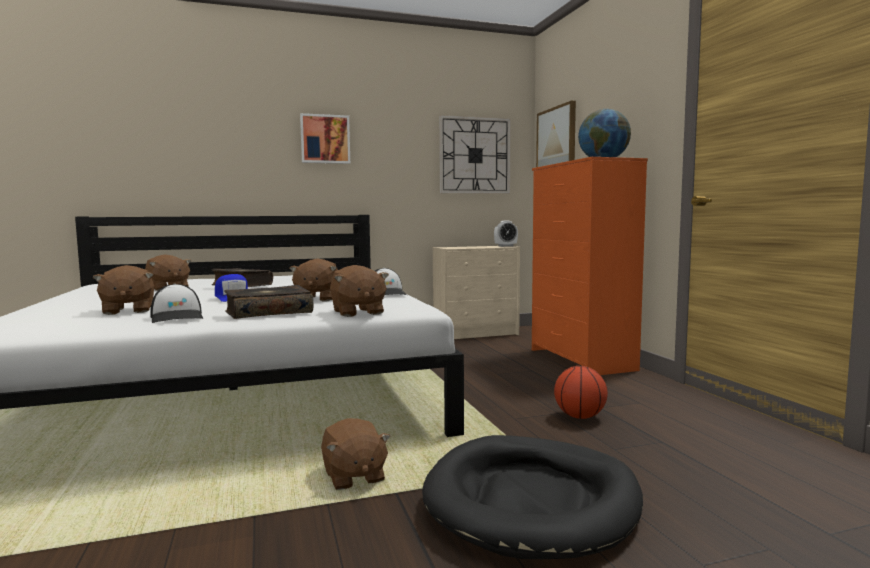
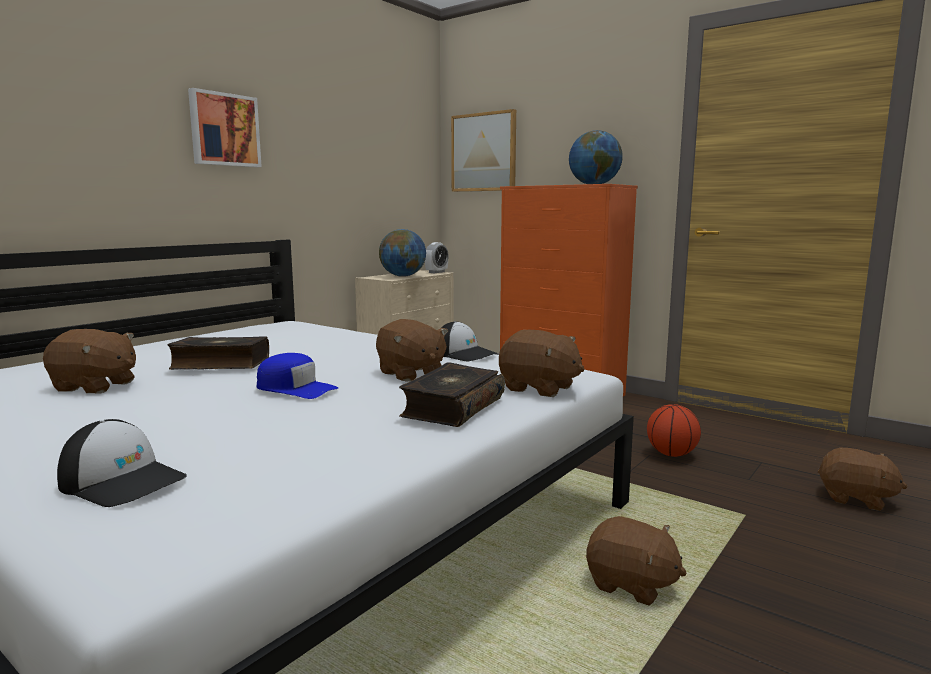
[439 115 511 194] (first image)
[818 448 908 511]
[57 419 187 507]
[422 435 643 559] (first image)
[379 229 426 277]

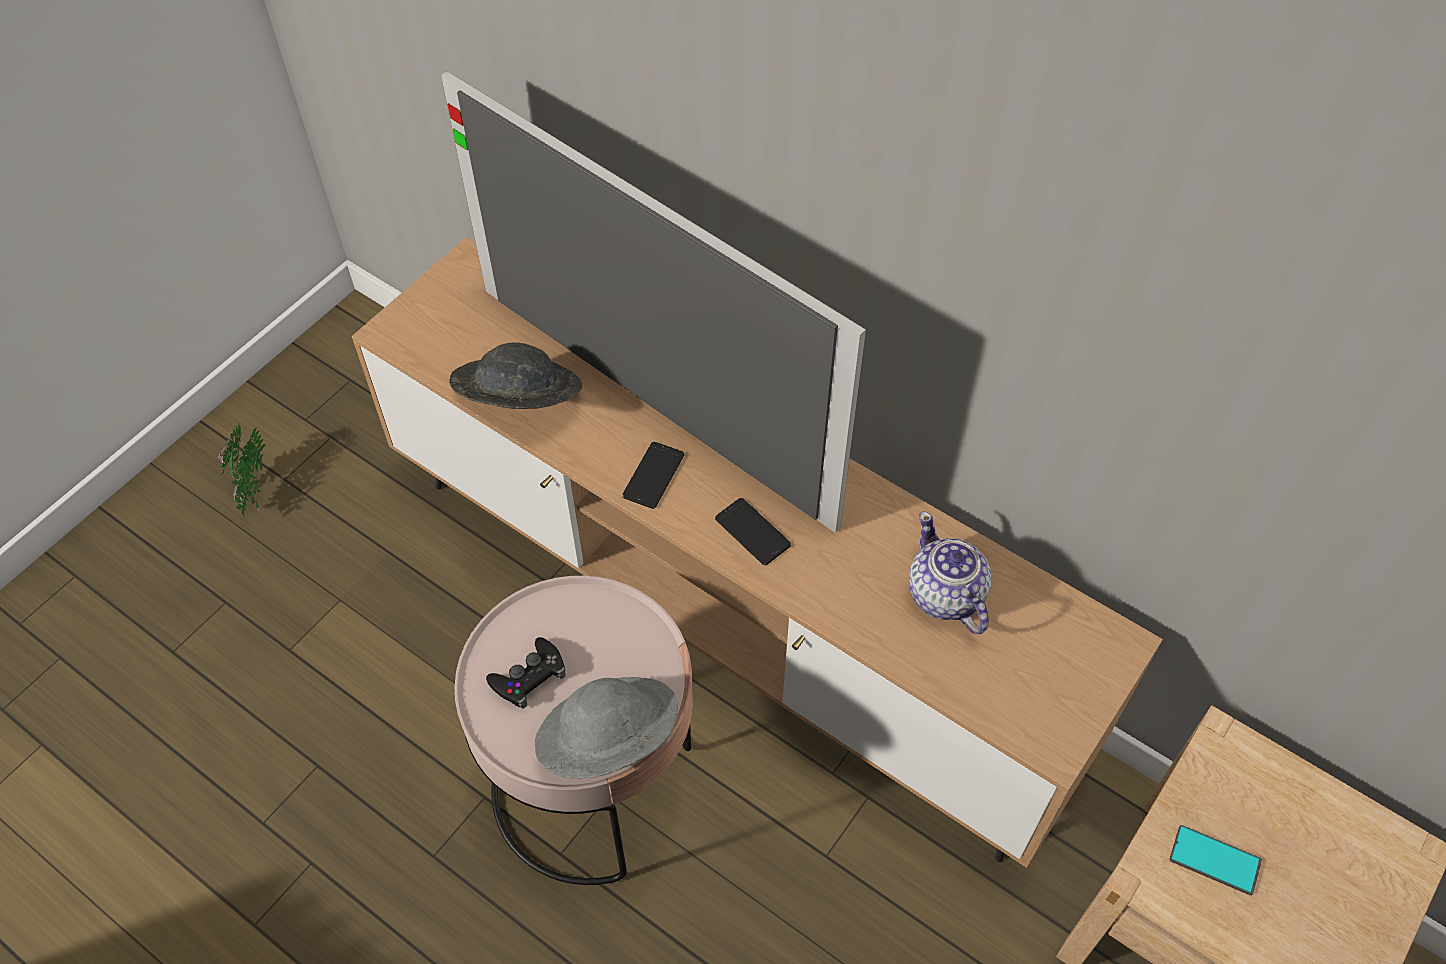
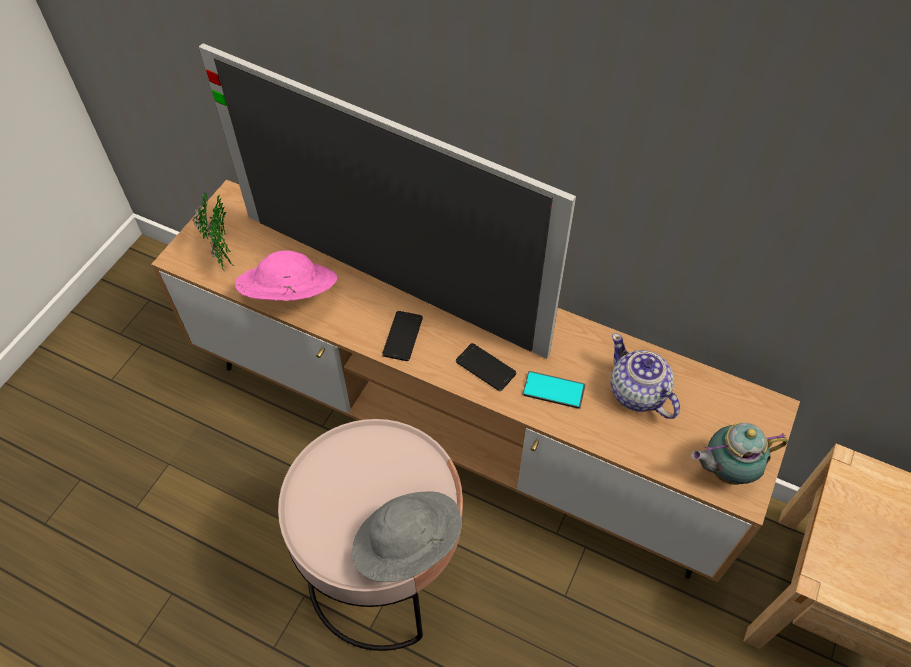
[235 250 337 301]
[193 193 234 271]
[486 637 566 709] (first image)
[523 371 585 409]
[691 422 788 485]

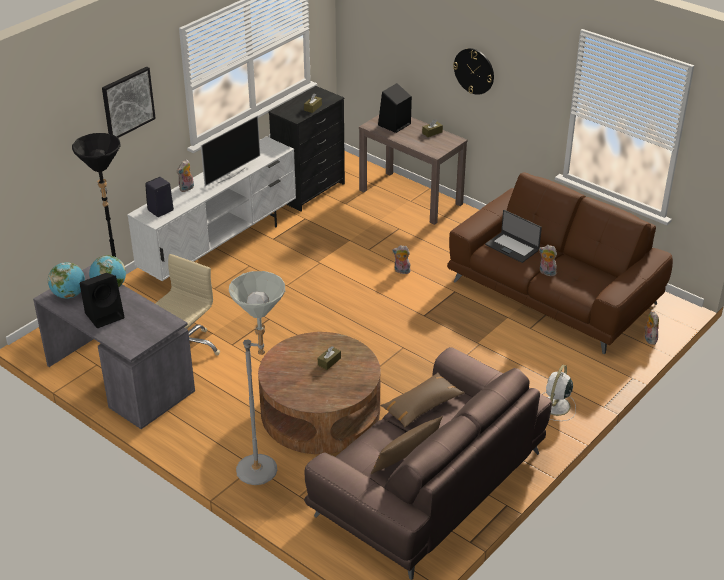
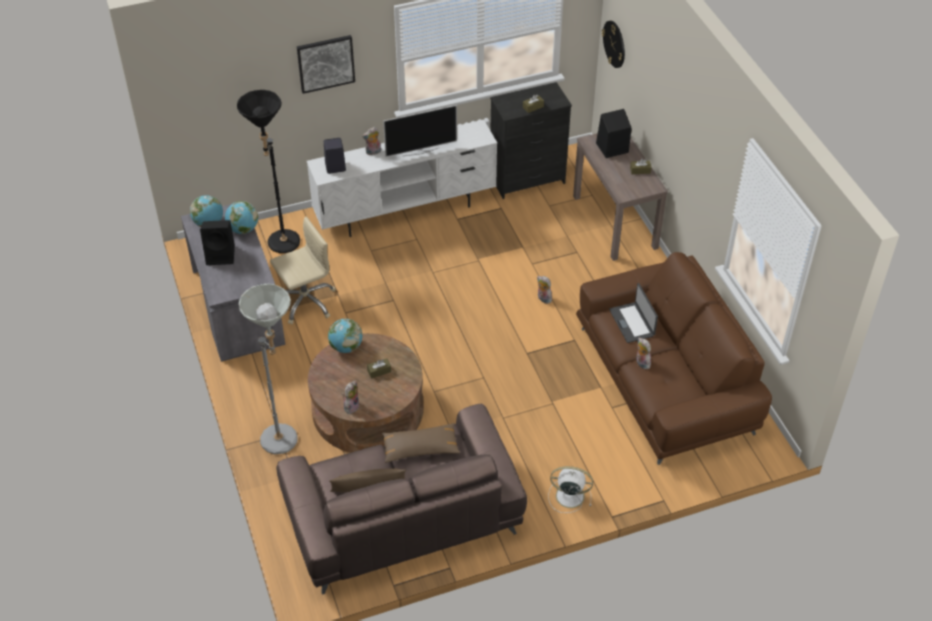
[602 20 625 68]
[342 381 360 414]
[548 466 593 513]
[328 319 362 353]

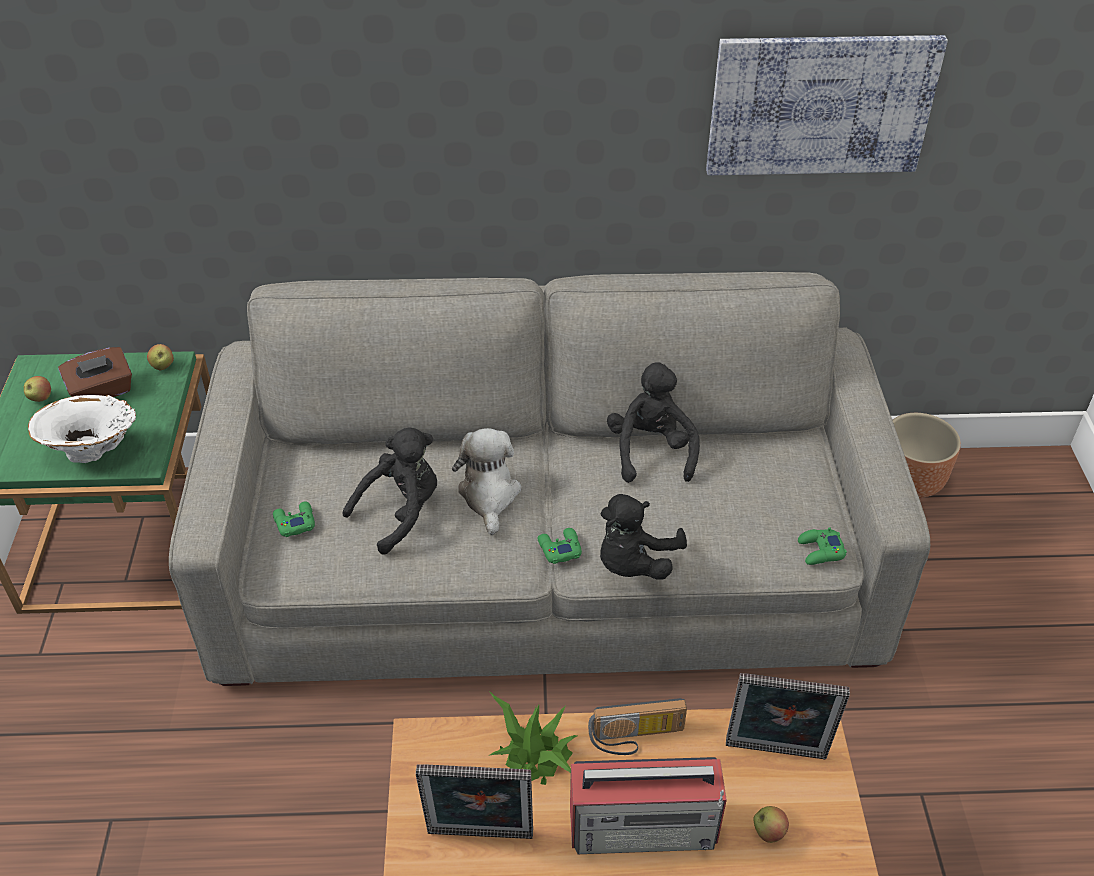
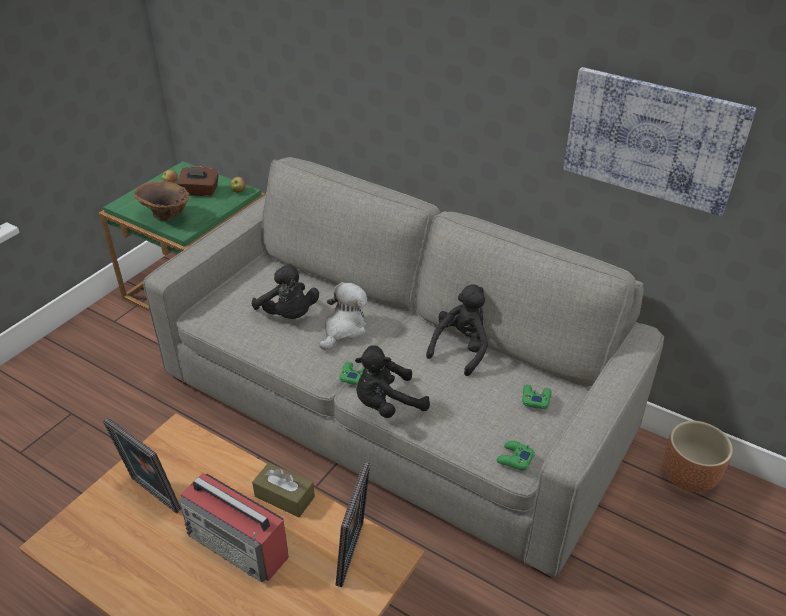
[133 181 189 221]
[252 264 319 319]
[522 385 552 409]
[336 462 371 587]
[488 691 577 785] (first image)
[252 462 315 517]
[753 806 789 843] (first image)

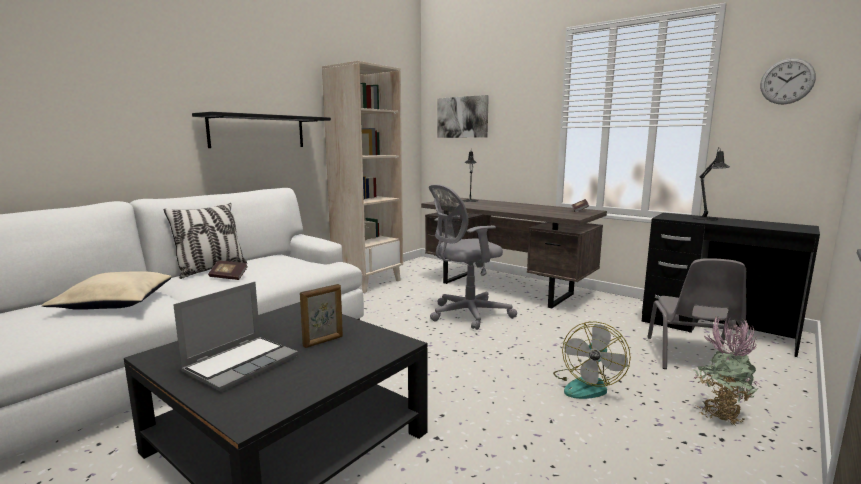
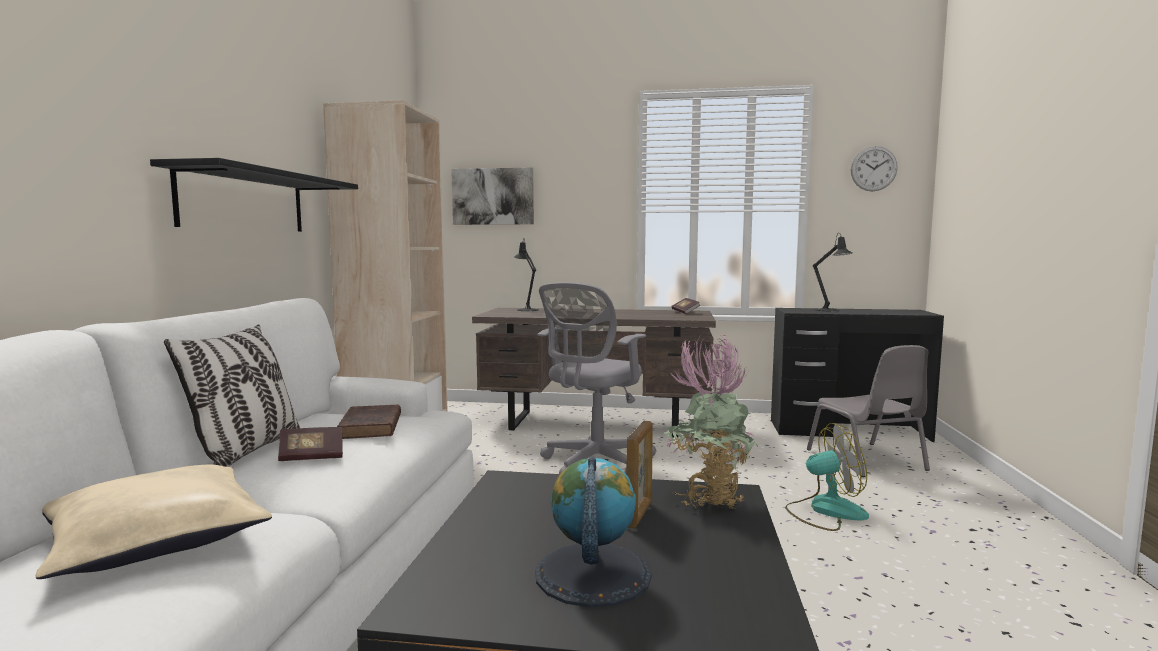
[535 456 652 607]
[664 335 757 509]
[785 423 869 531]
[337 404 401 439]

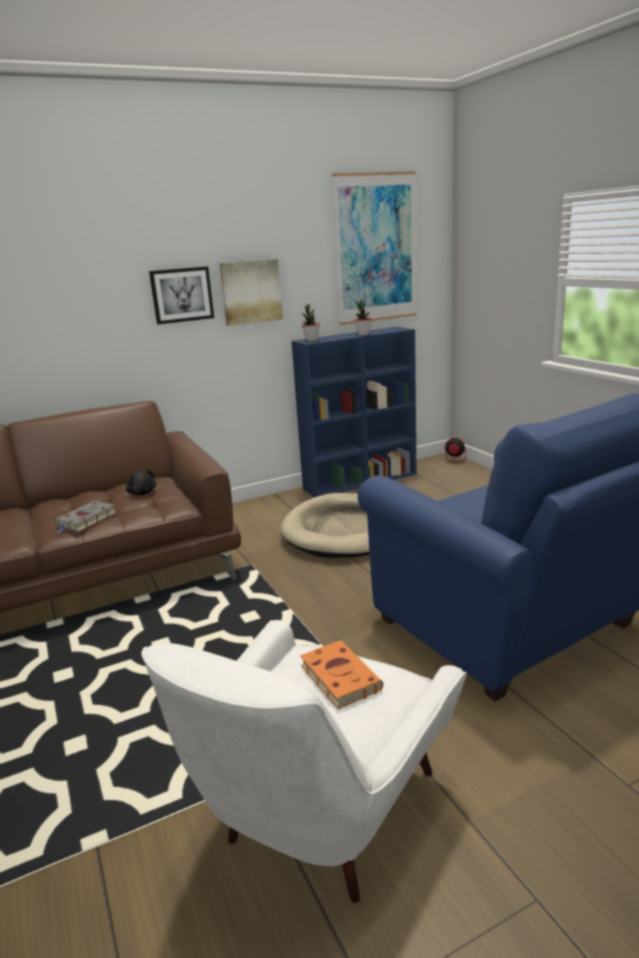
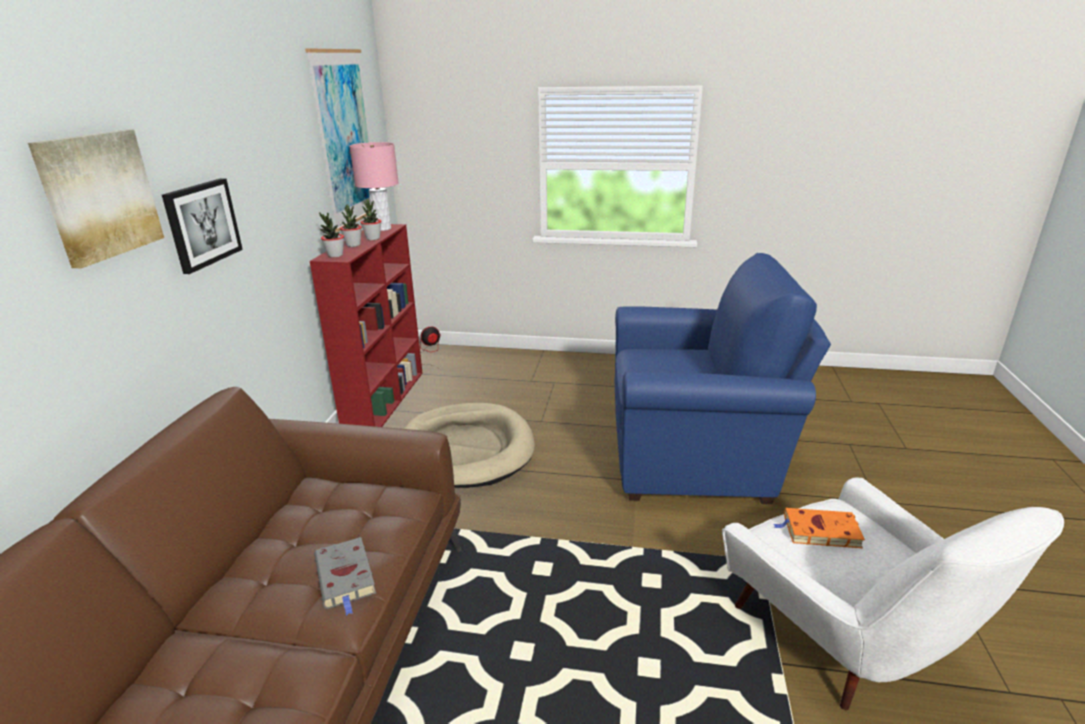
[28 129 164 268]
[310 224 422 427]
[126 470 156 495] (first image)
[349 142 399 231]
[340 204 362 247]

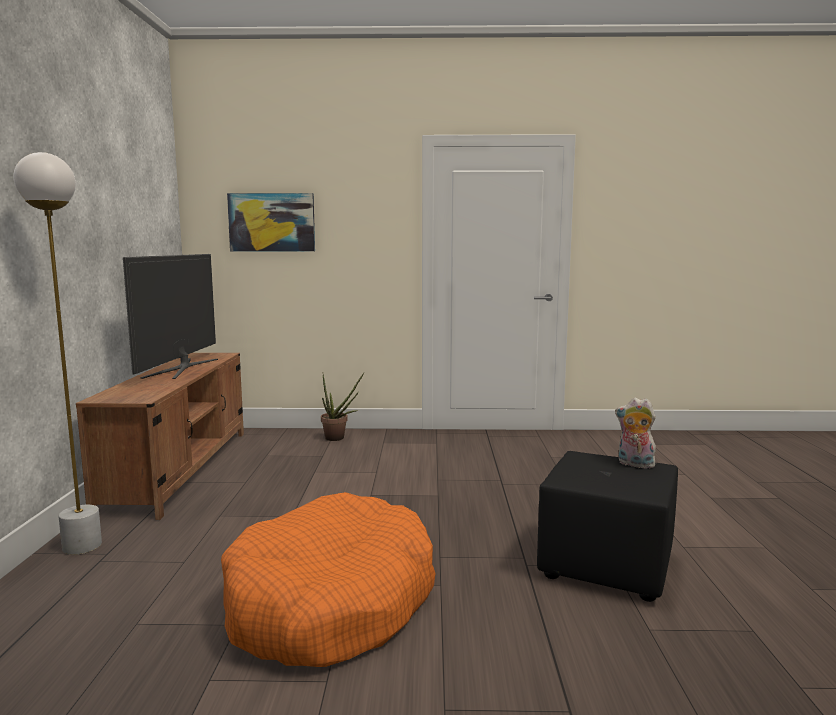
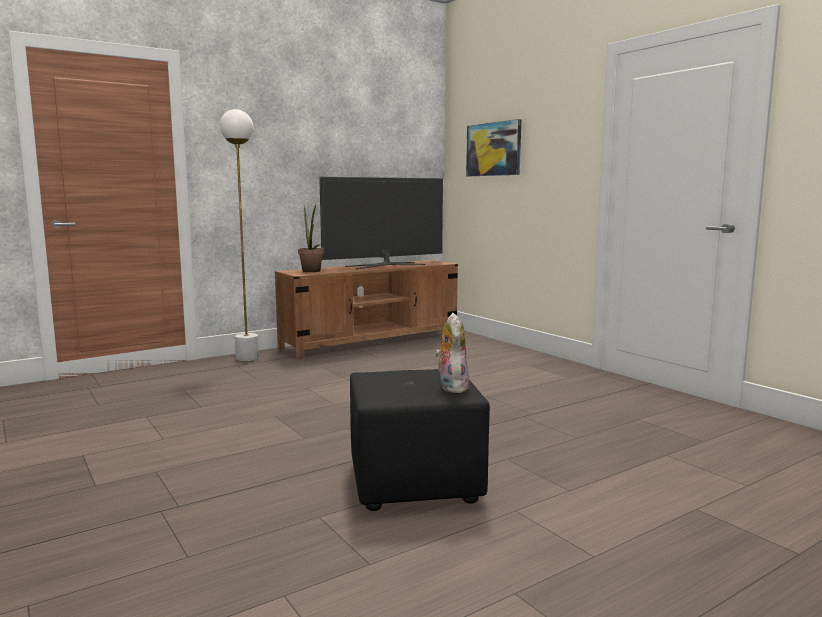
[298 205 324 272]
[221 492 435 667] (first image)

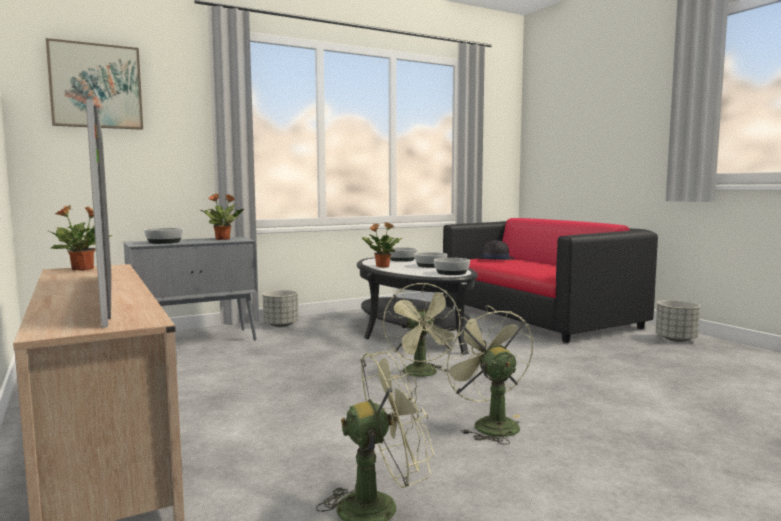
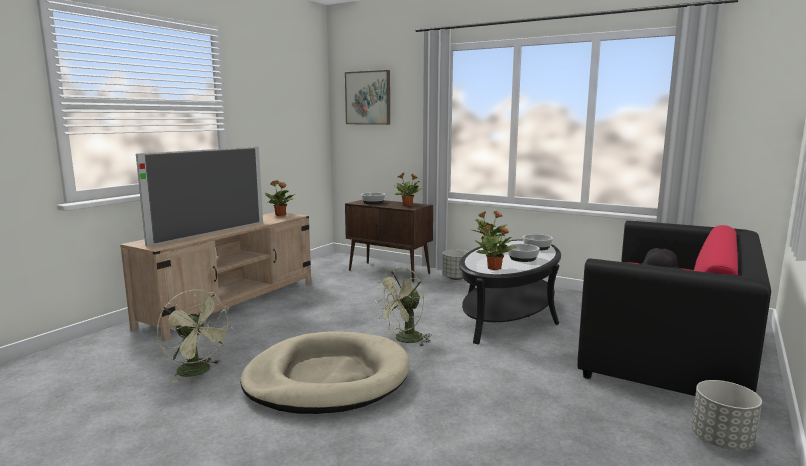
[345 200 433 282]
[474 224 516 270]
[240 331 410 414]

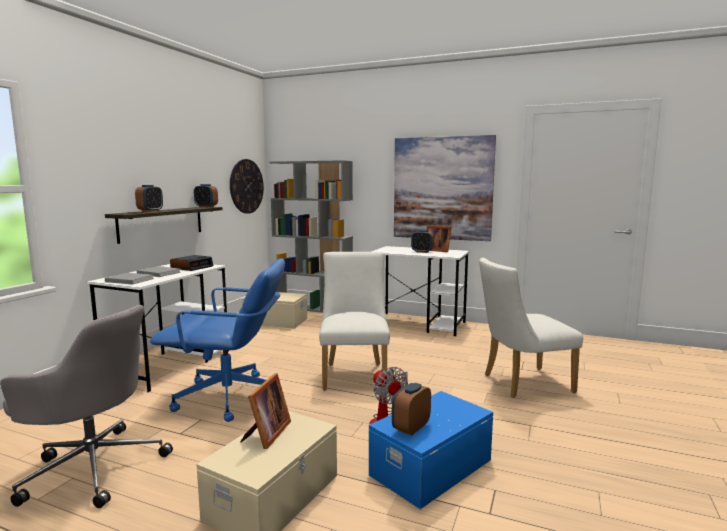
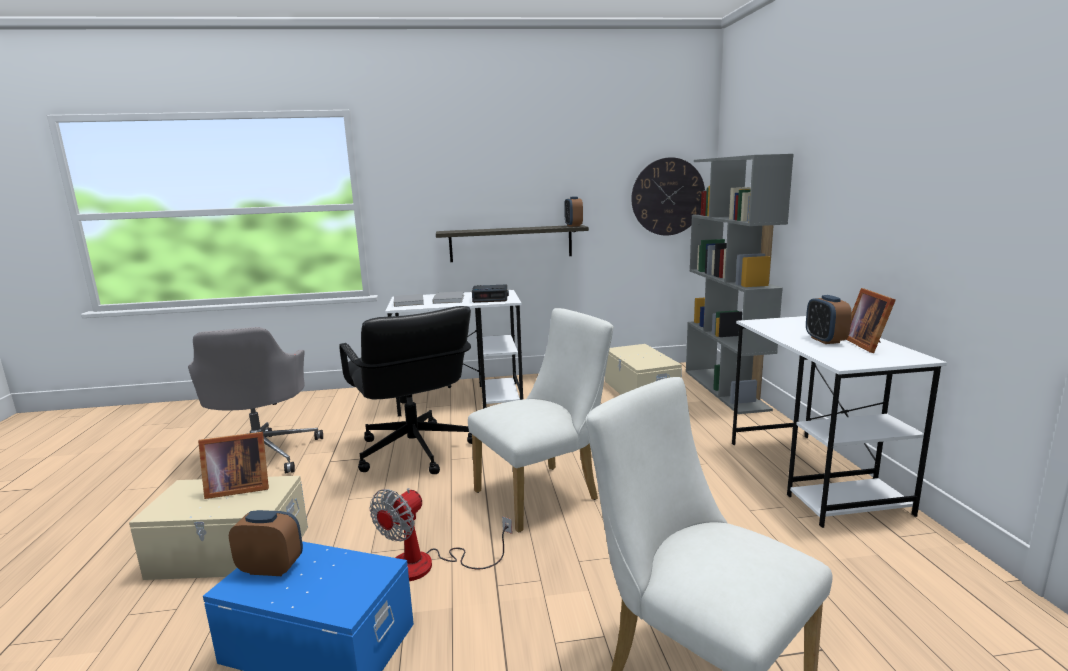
[394 135 496 241] (first image)
[135 185 163 212] (first image)
[339 306 472 474]

